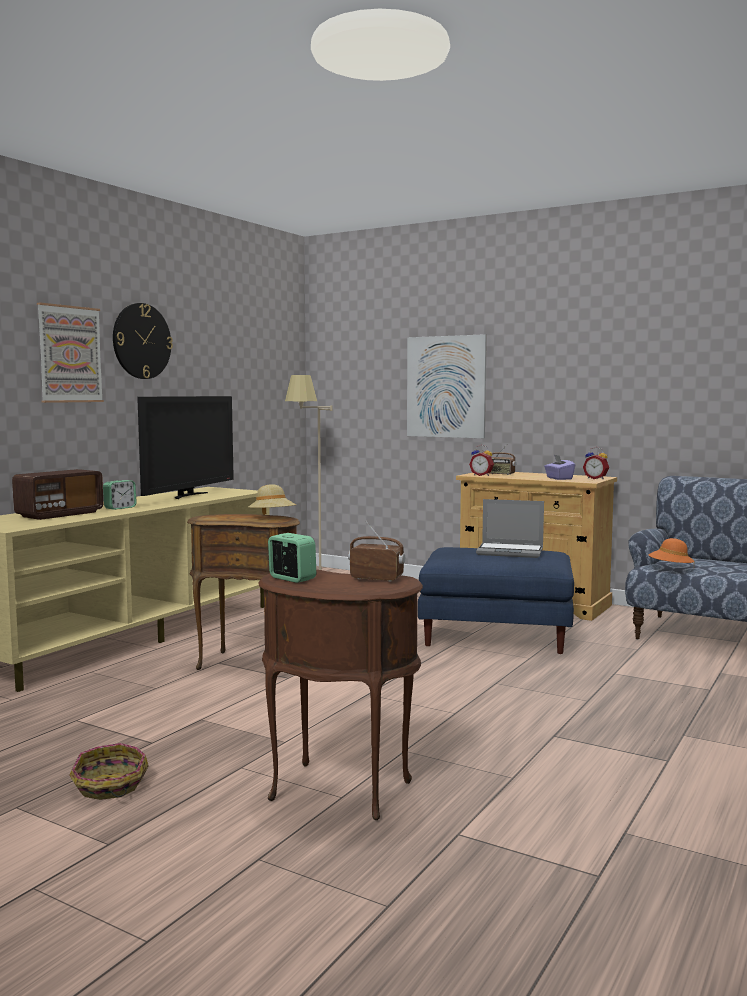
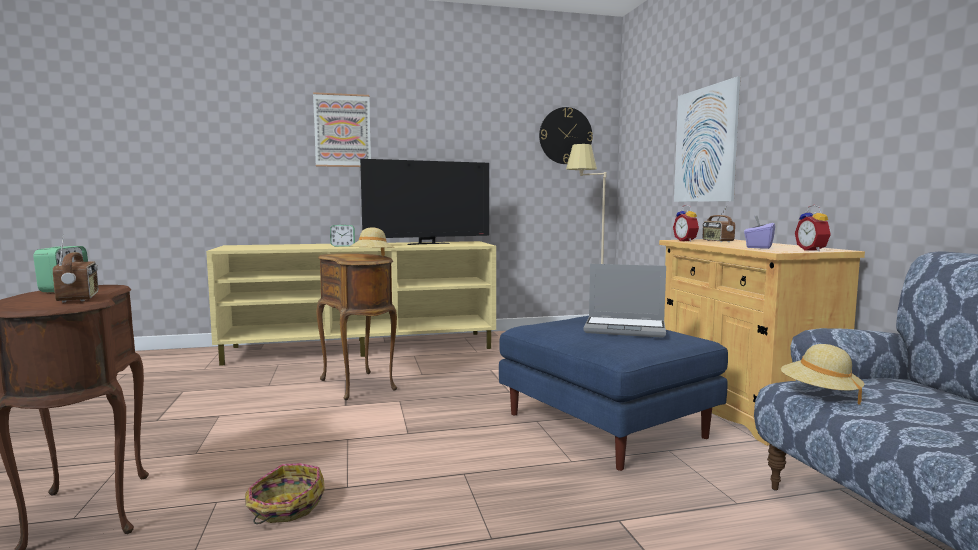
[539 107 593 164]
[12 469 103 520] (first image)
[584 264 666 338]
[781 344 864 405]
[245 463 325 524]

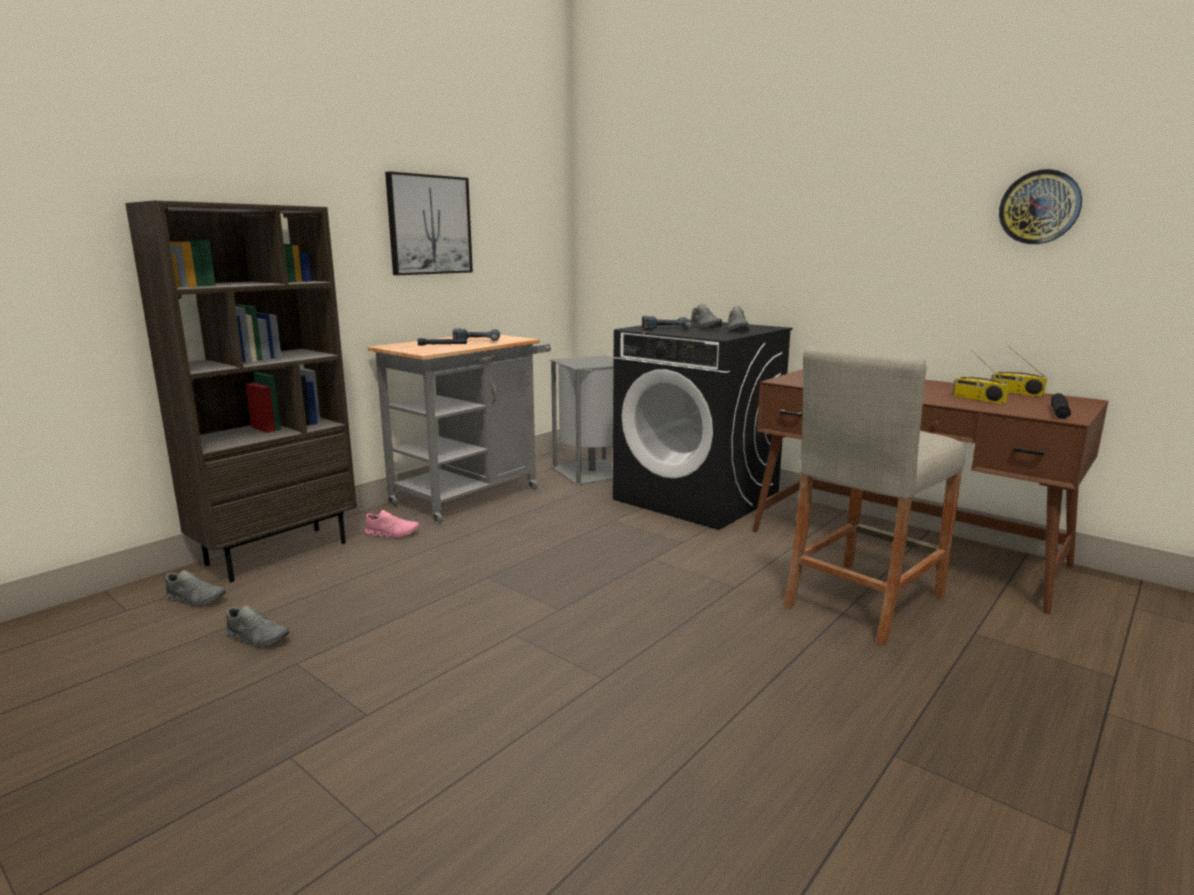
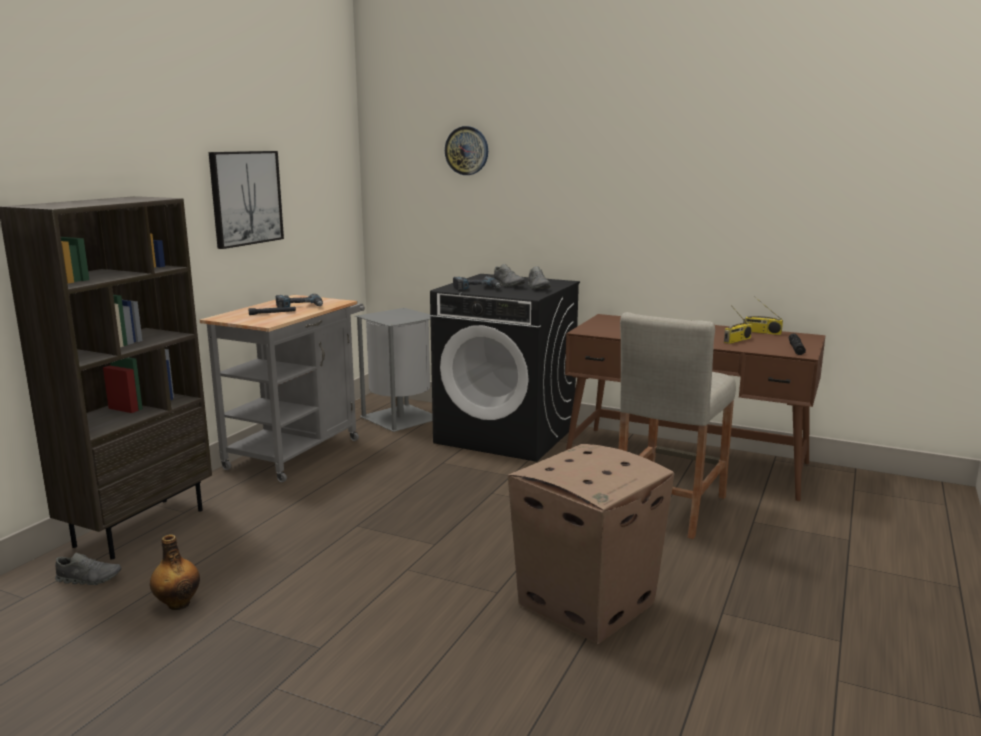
[445 126 488 175]
[724 305 752 344]
[365 510 419 538] (first image)
[150 534 200 610]
[508 444 674 644]

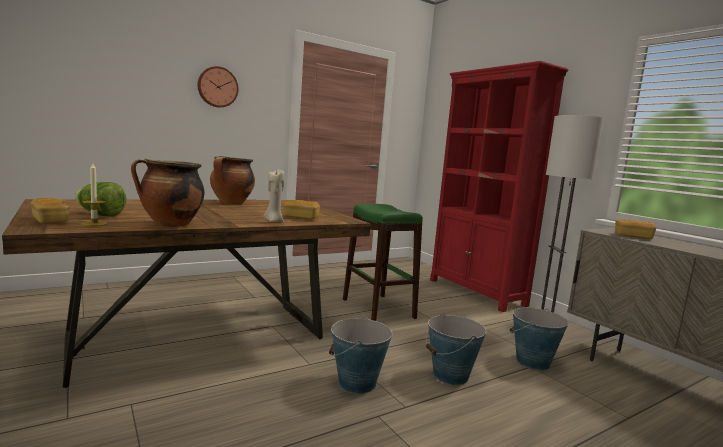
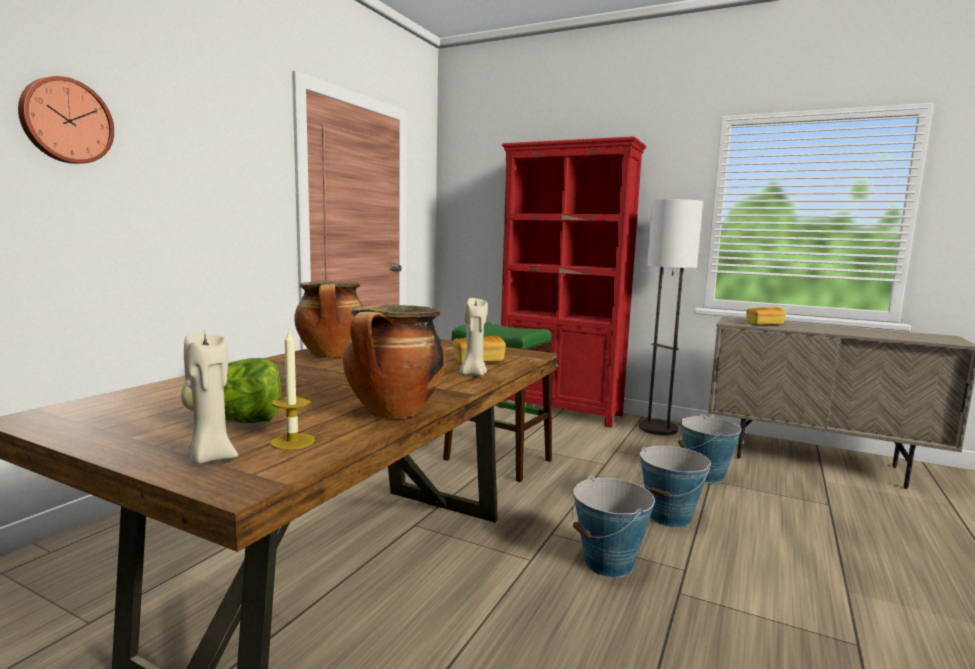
[18 76 114 164]
[184 332 238 464]

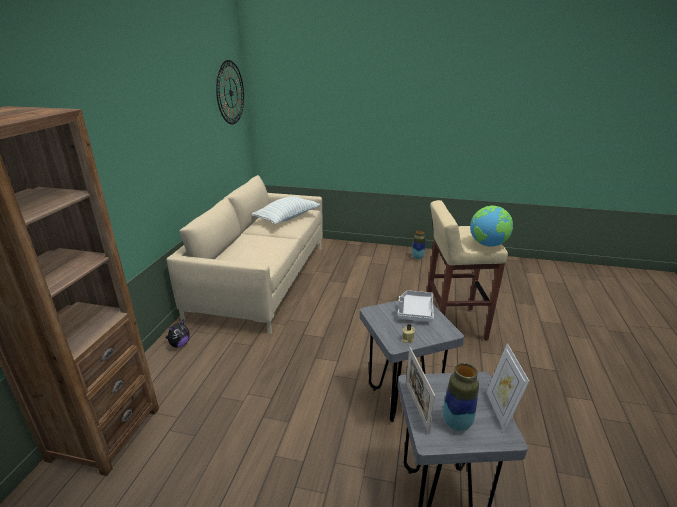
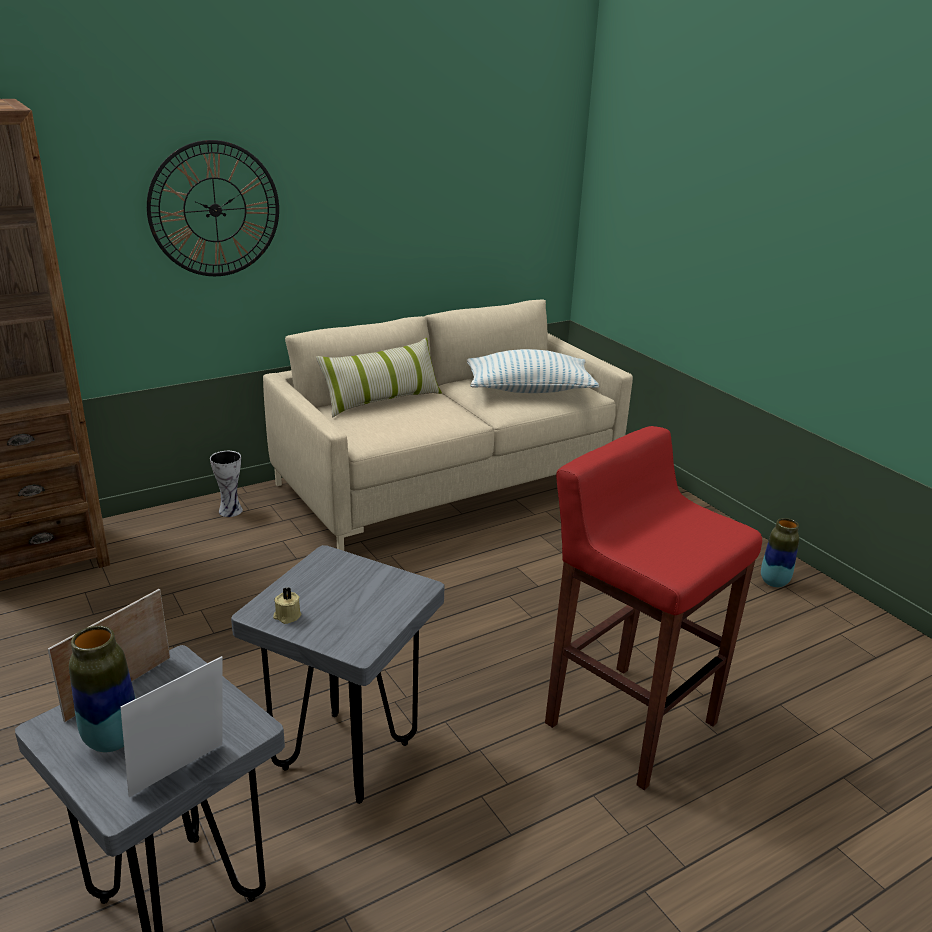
[147 140 279 276]
[545 426 762 790]
[470 206 513 247] (first image)
[398 290 434 322] (first image)
[210 451 243 517]
[316 338 442 418]

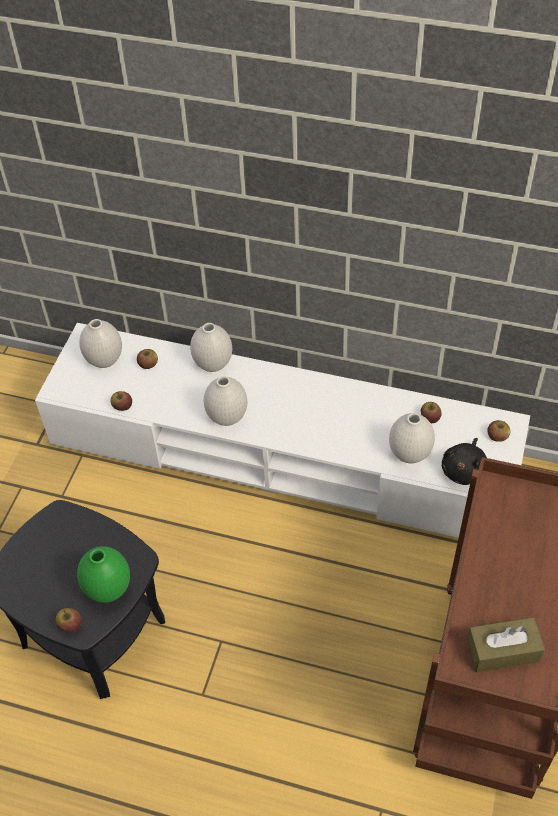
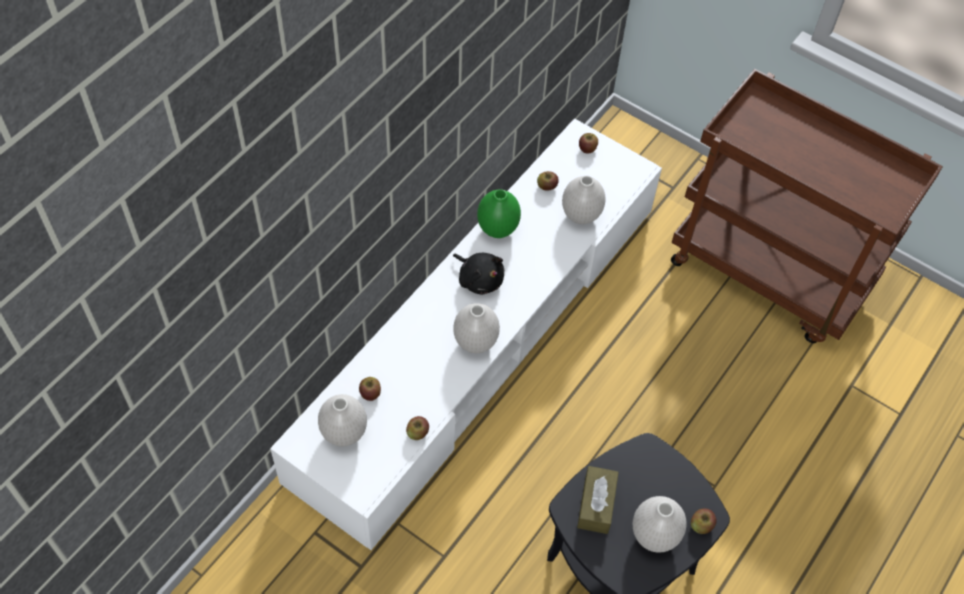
[633 496 687 553]
[453 253 504 295]
[477 189 521 238]
[577 466 619 534]

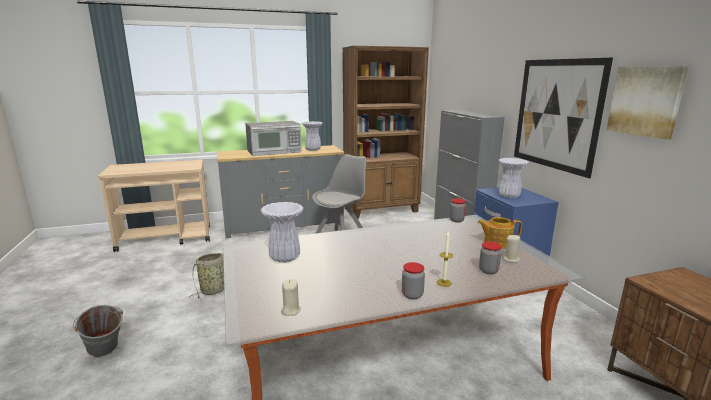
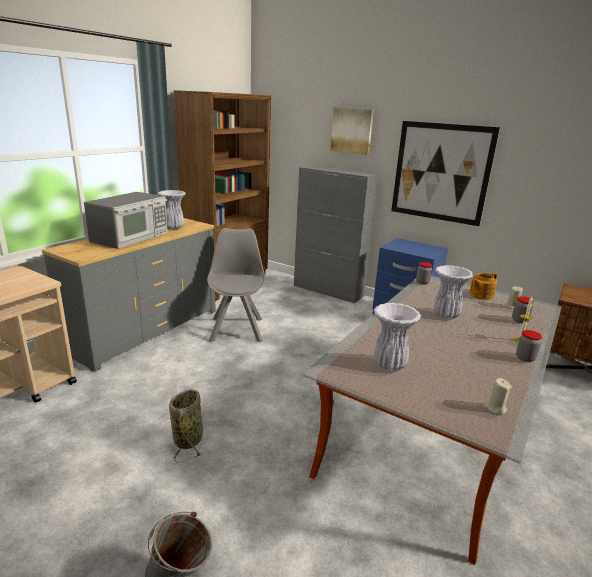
[330 107 374 155]
[433 265 474 319]

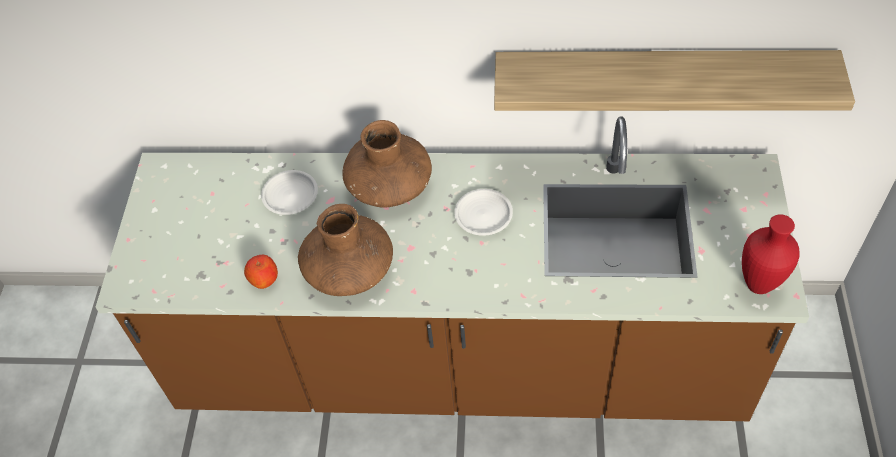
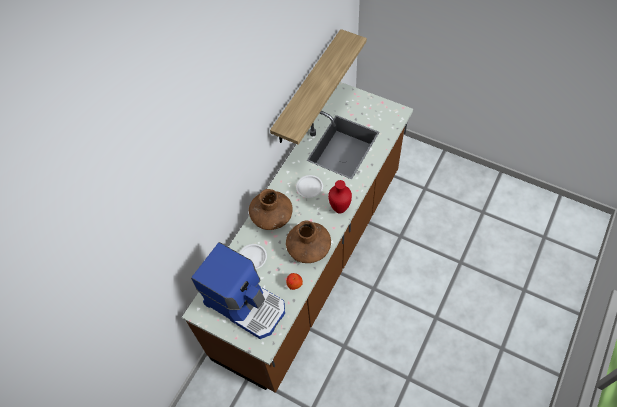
[328 180 352 214]
[191 242 285 339]

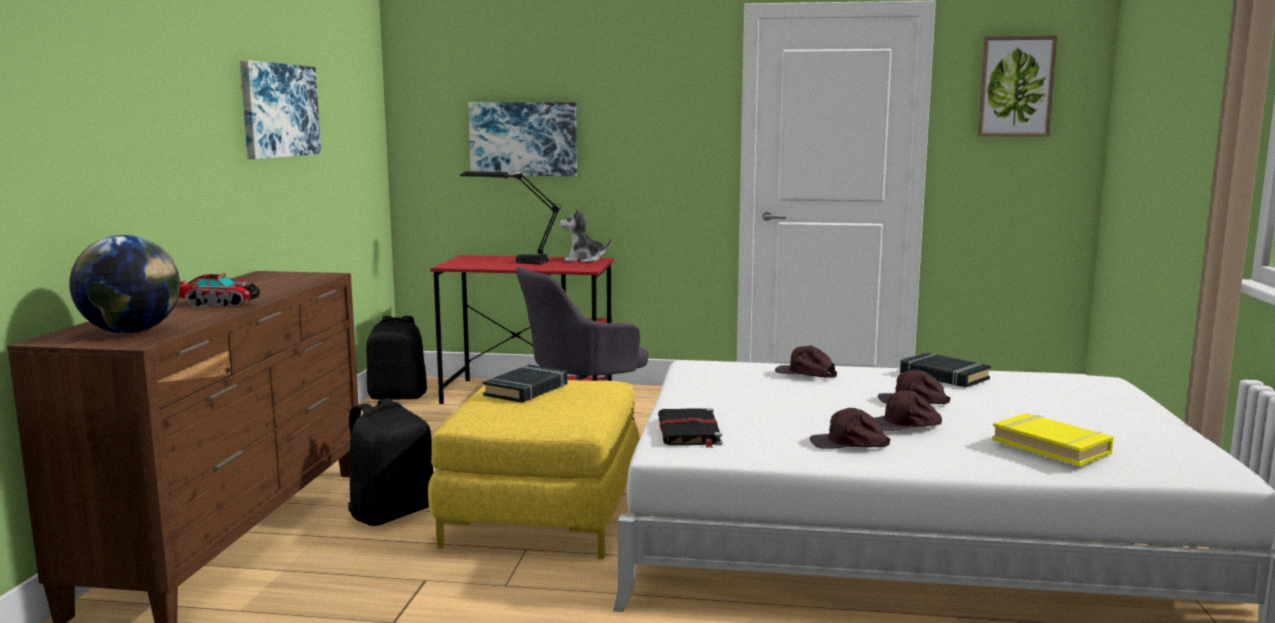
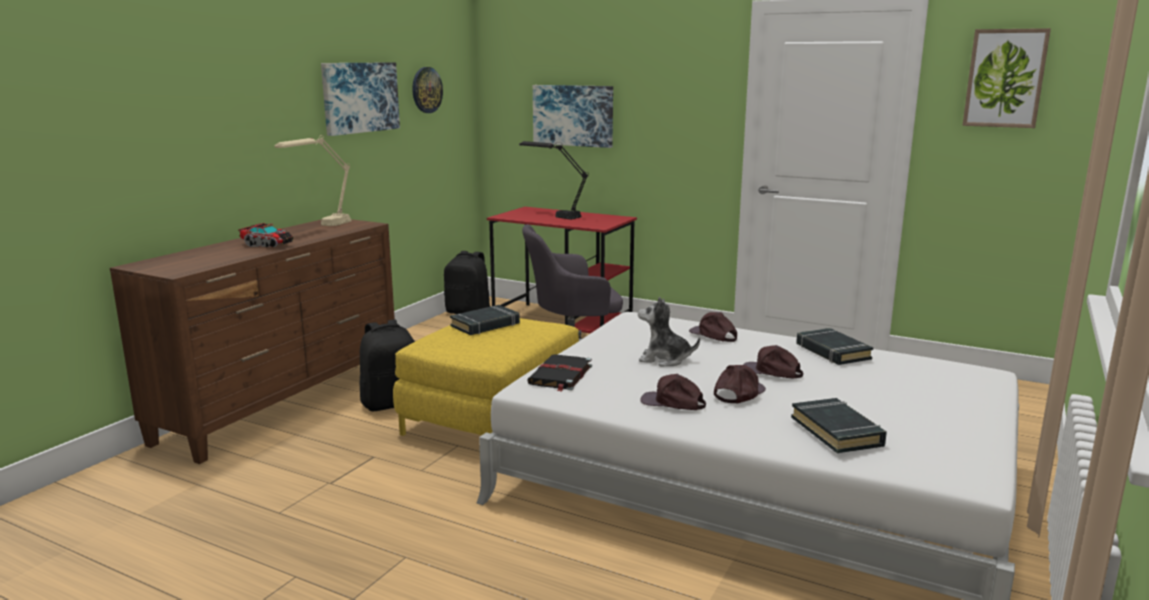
[638 297 700 366]
[69 235 180 333] (first image)
[714 365 766 403]
[791 398 887 453]
[412 67 443 113]
[275 135 351 226]

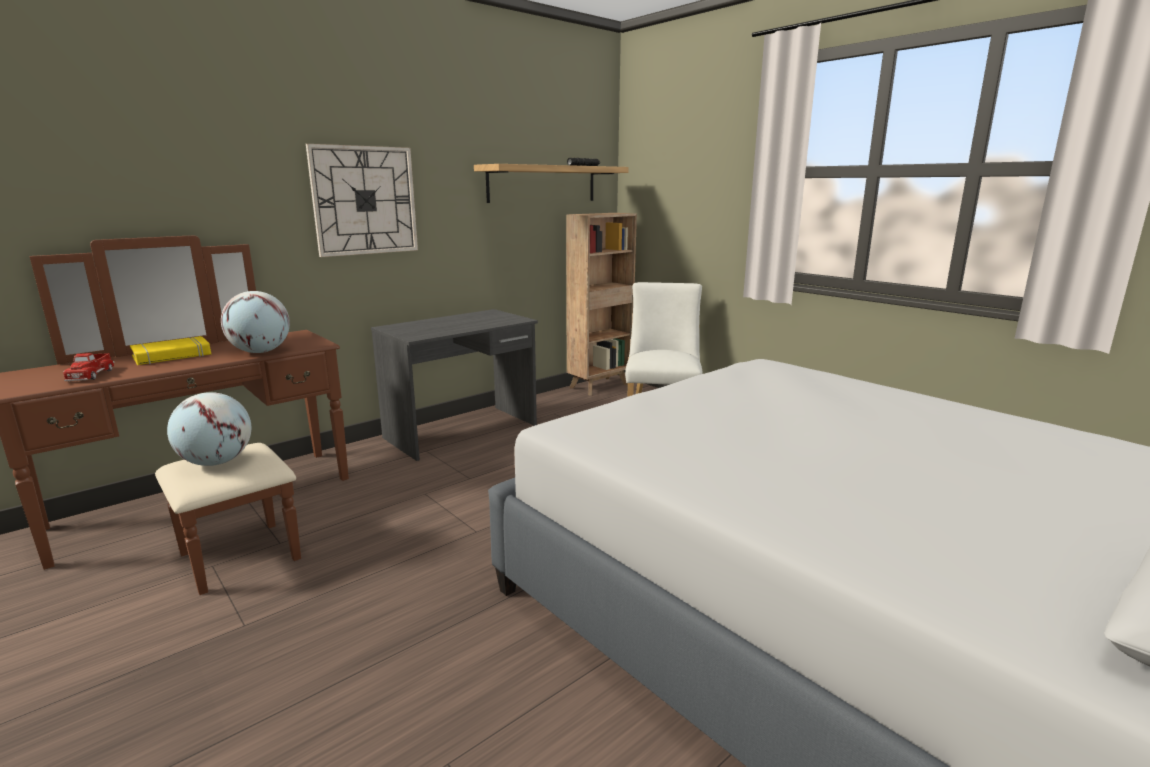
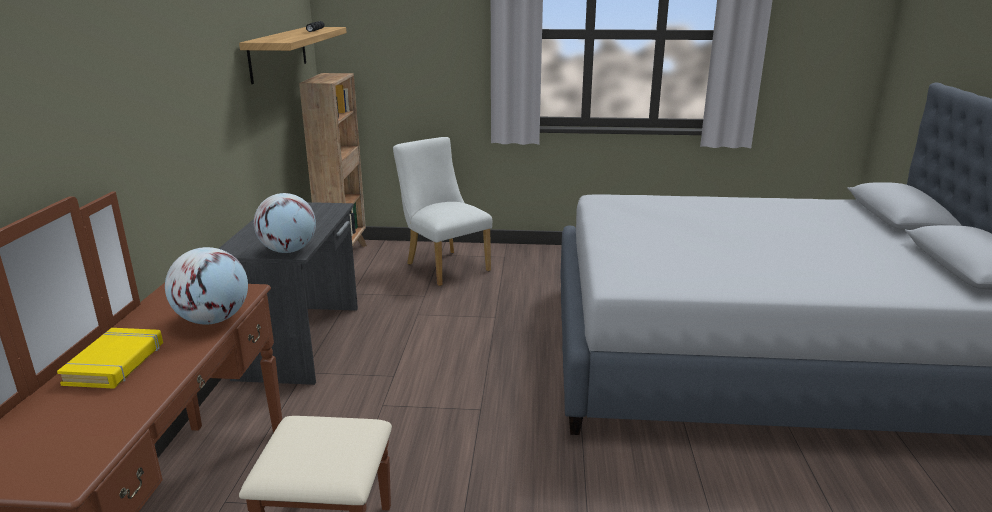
[306 144 418 257] (first image)
[63 353 114 381] (first image)
[254 193 316 253]

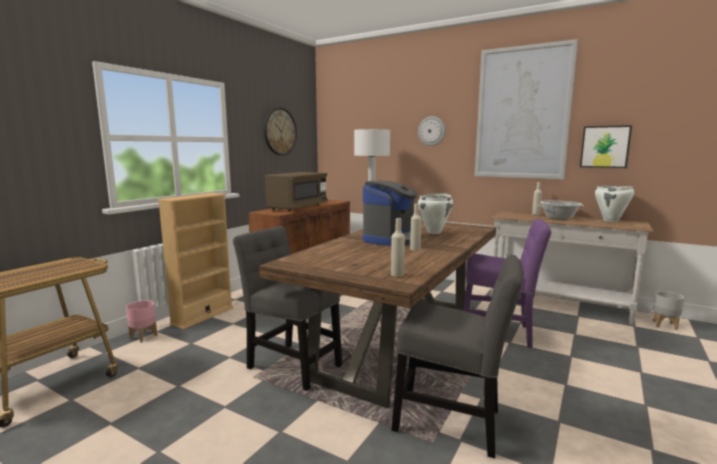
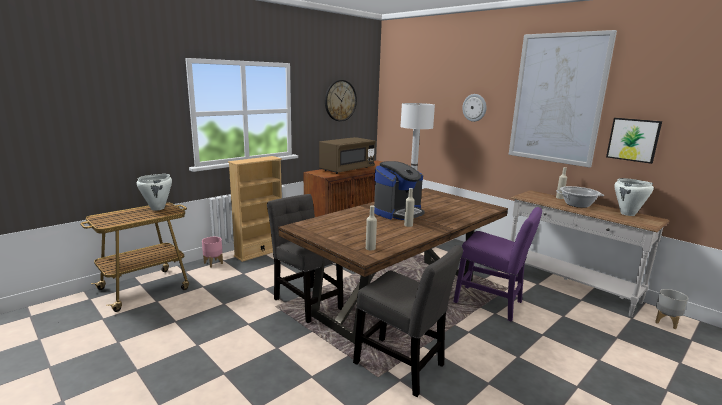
[137 174 172 210]

